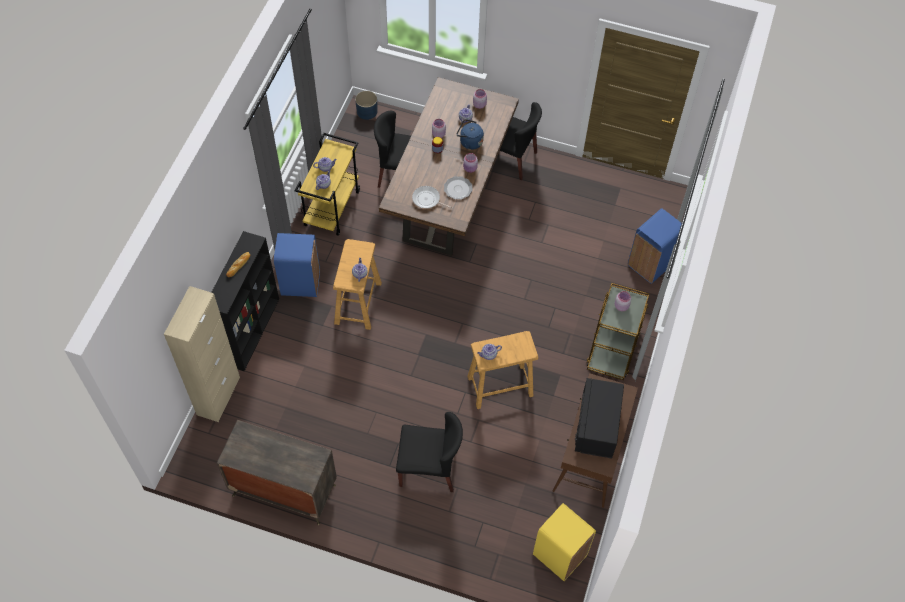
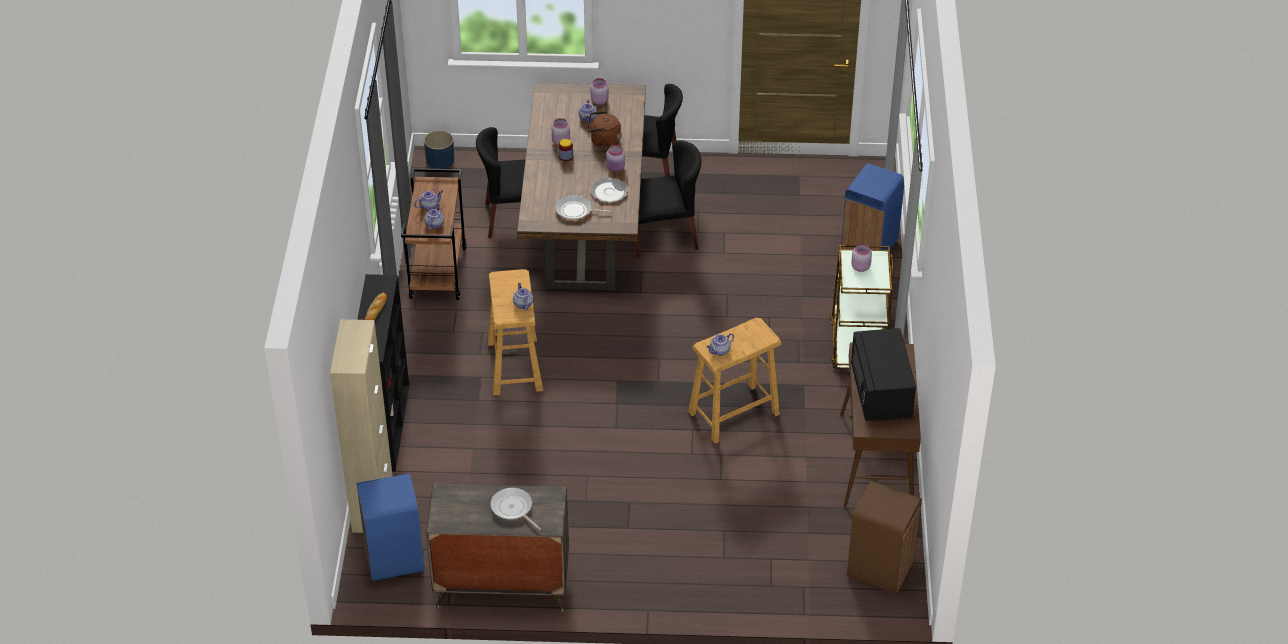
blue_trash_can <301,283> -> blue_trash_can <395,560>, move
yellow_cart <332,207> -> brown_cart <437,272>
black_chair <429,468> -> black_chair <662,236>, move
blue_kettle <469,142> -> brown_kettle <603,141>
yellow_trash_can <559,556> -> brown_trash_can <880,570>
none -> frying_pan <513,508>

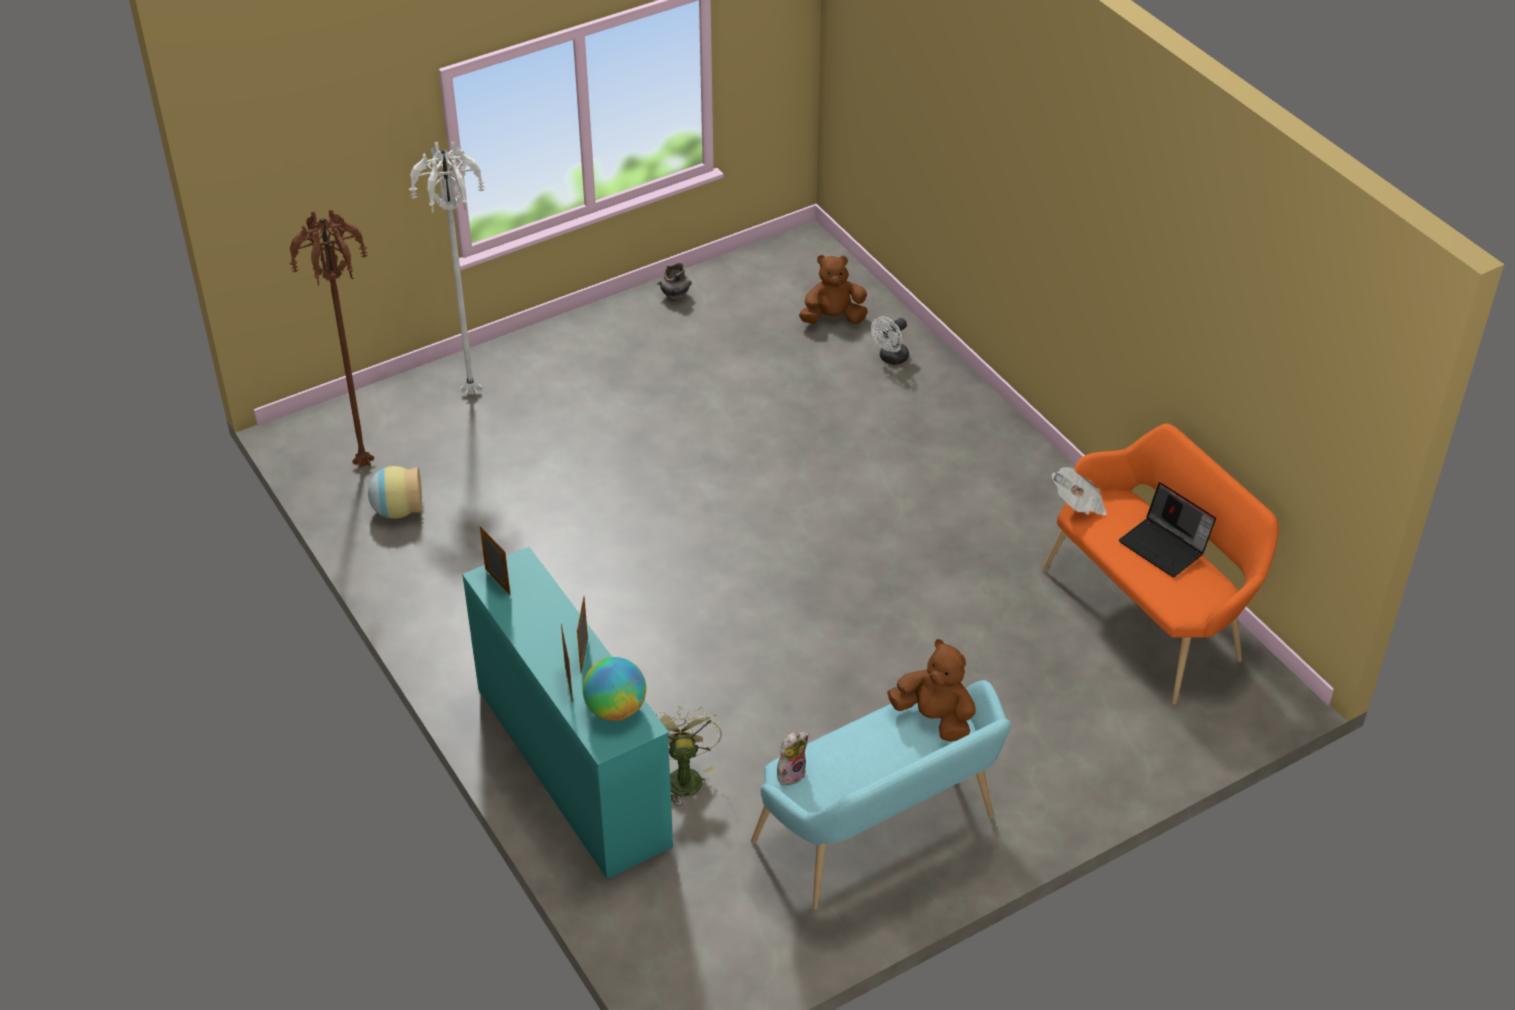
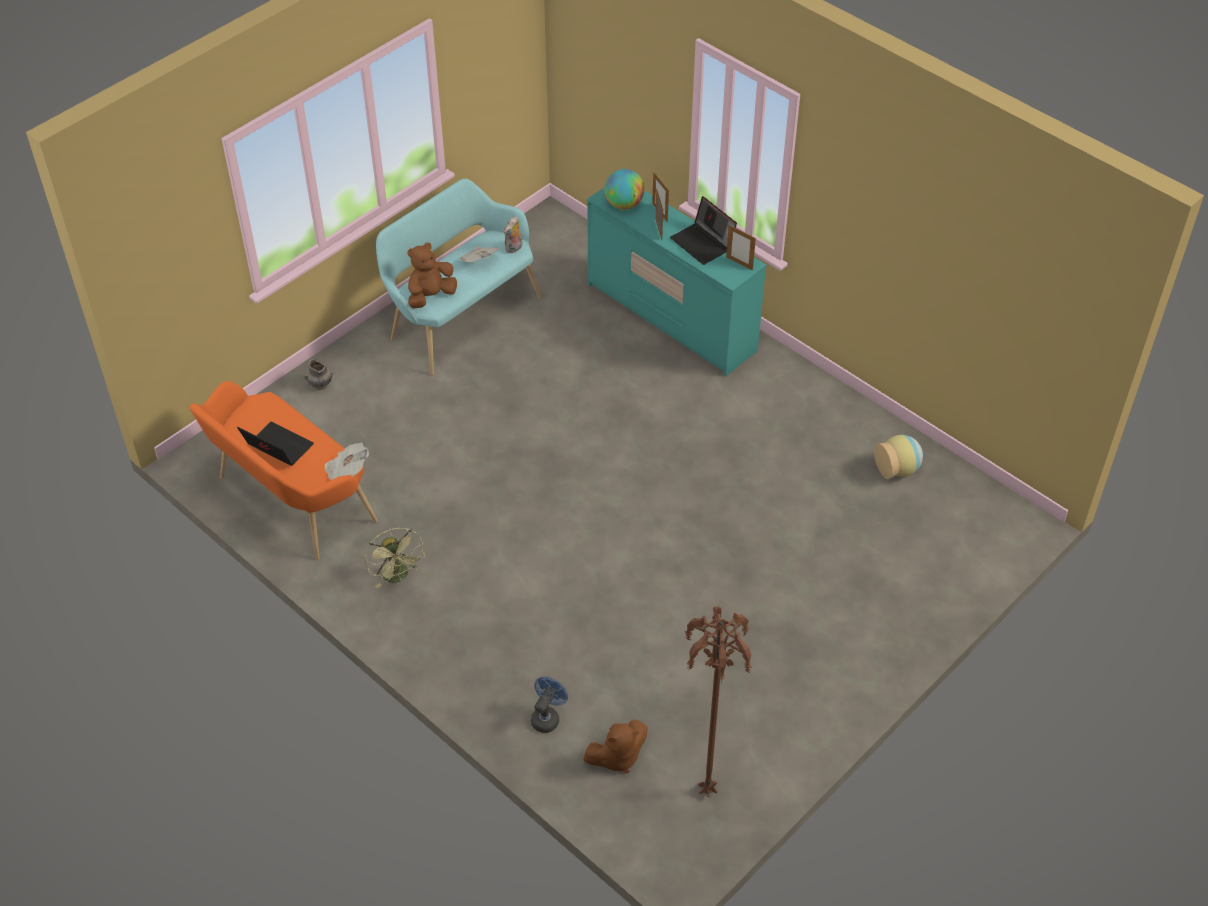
brown_floor_lamp <366,464> -> brown_floor_lamp <705,792>, move
white_floor_lamp <473,393> -> none
green_fan <681,776> -> green_fan <398,576>, move
grey_vase <674,296> -> grey_vase <321,385>, move
white_fan <890,358> -> blue_fan <547,717>
brown_plush_toy <934,718> -> brown_plush_toy <431,296>, 120 degrees clockwise
none -> newspaper <479,261>
none -> laptop <703,243>

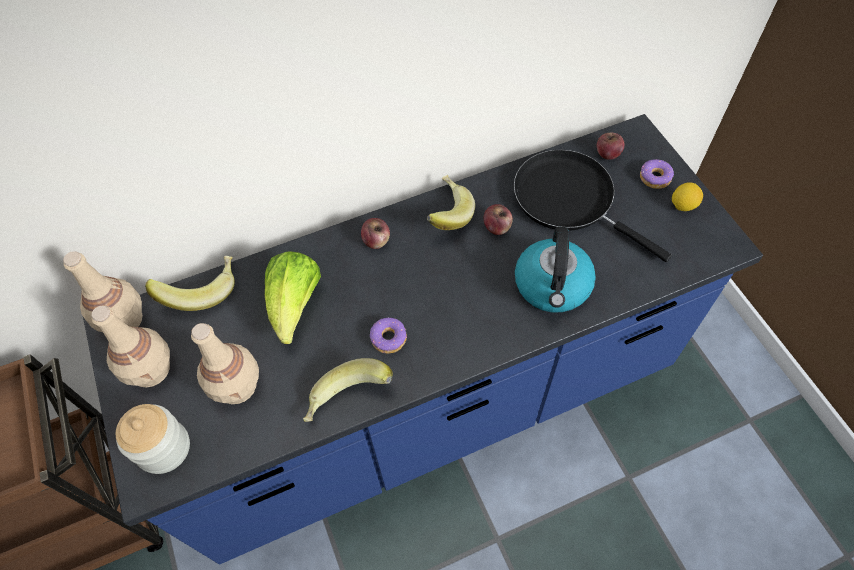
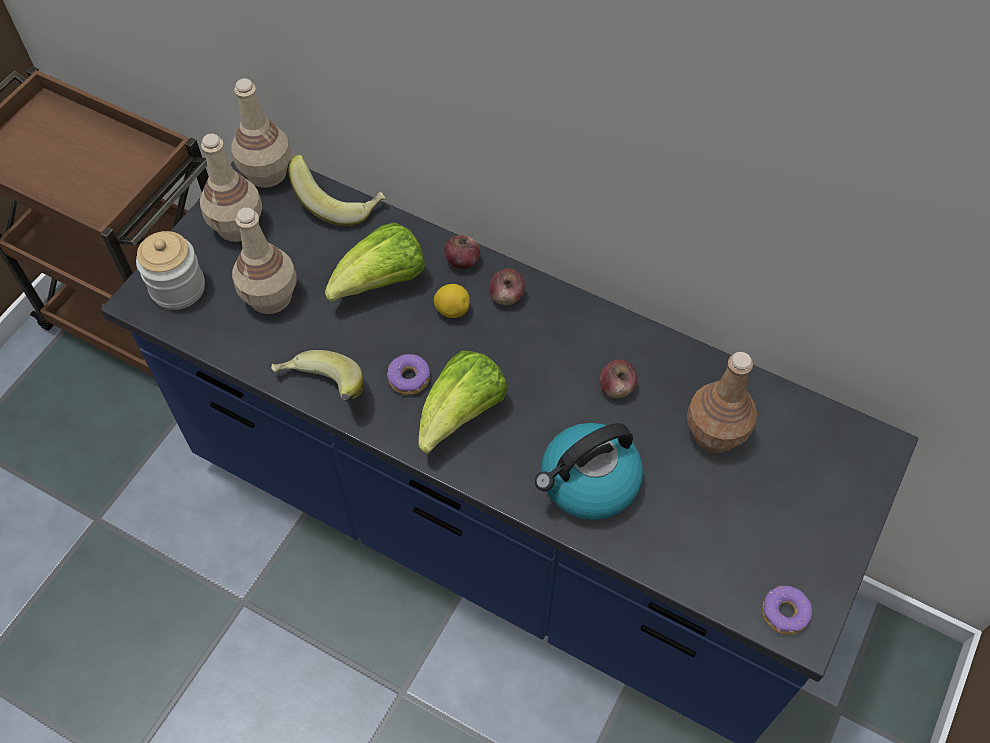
banana <445,214> -> none
black_frying_pan <569,199> -> brown_bottle <715,432>
apple <607,154> -> apple <462,261>, move
donut <655,178> -> donut <784,613>, move
lemon <683,205> -> lemon <452,310>, move
none -> lettuce <461,415>

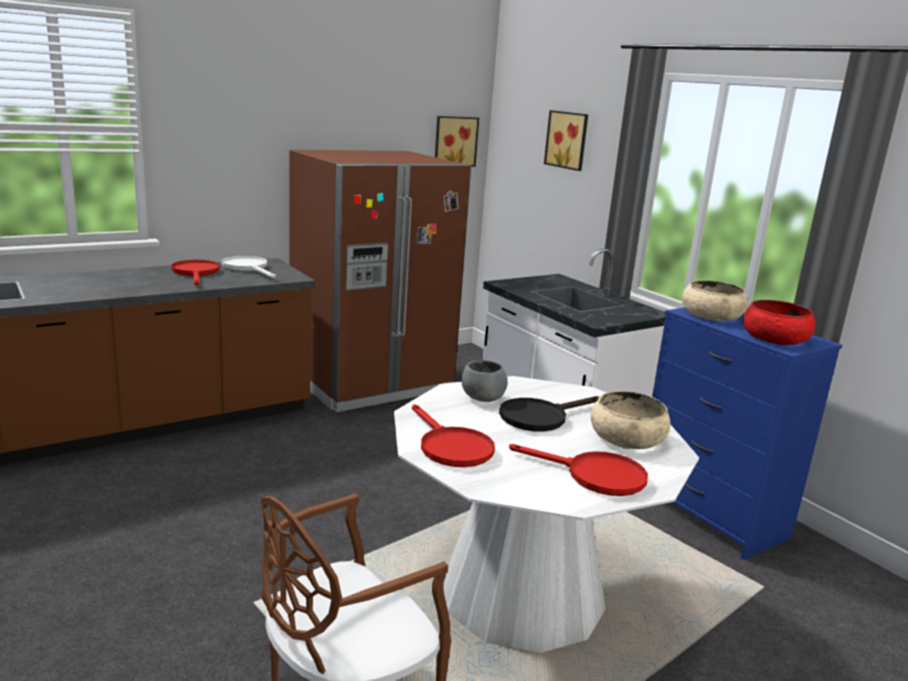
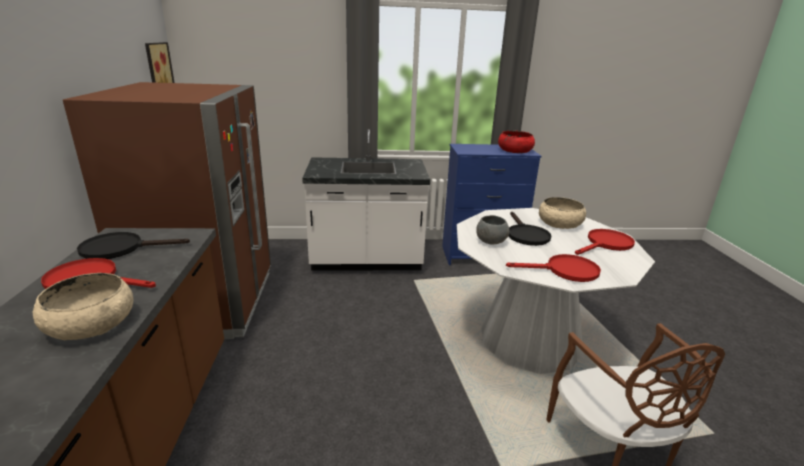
white_frying_pan <248,268> -> black_frying_pan <121,248>
picture <568,140> -> none
beige_bowl <711,316> -> beige_bowl <91,323>, move

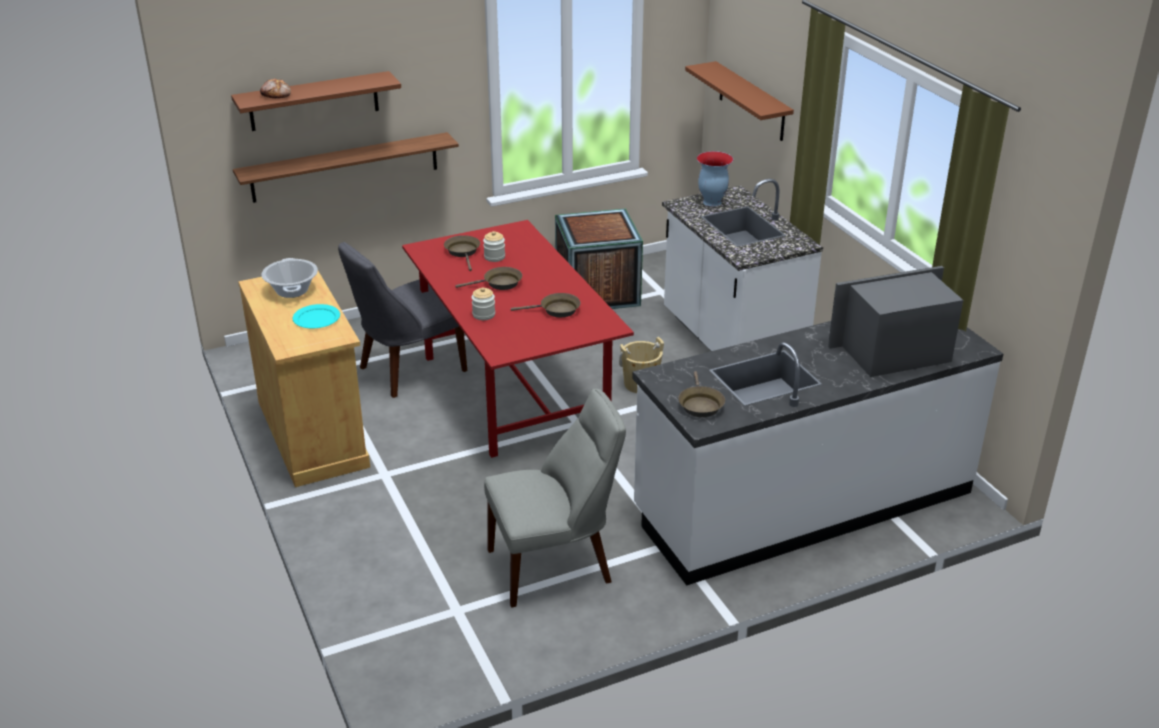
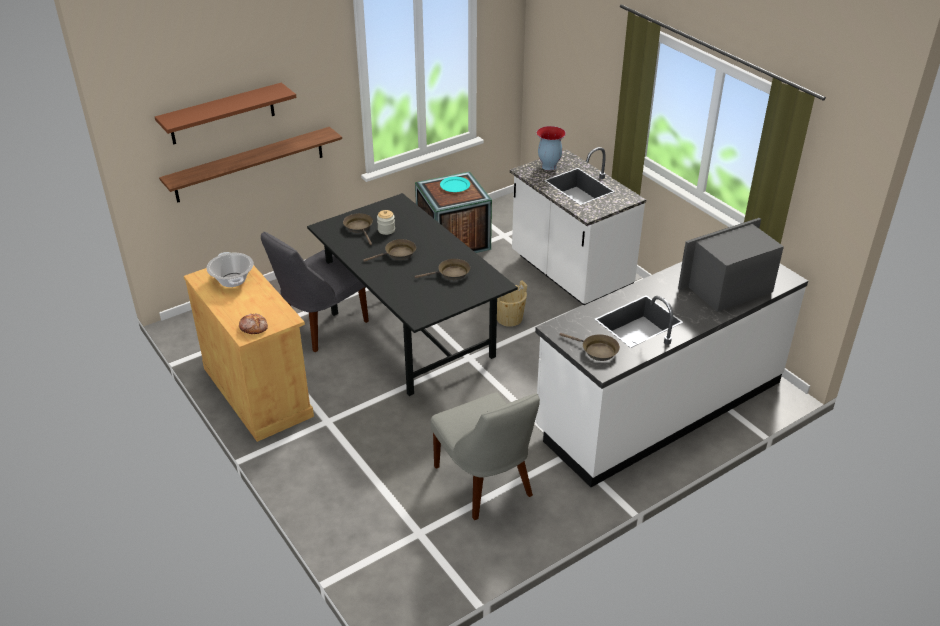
bread <276,95> -> bread <254,327>, move
turquoise_plate <316,319> -> turquoise_plate <454,186>, move
red_dining_table <516,391> -> black_dining_table <413,335>
jar <483,315> -> none
grey_chair <555,565> -> grey_chair <485,484>, 90 degrees clockwise
brown_frying_pan <700,404> -> brown_frying_pan <596,351>, 45 degrees counterclockwise
brown_shelf <751,101> -> none

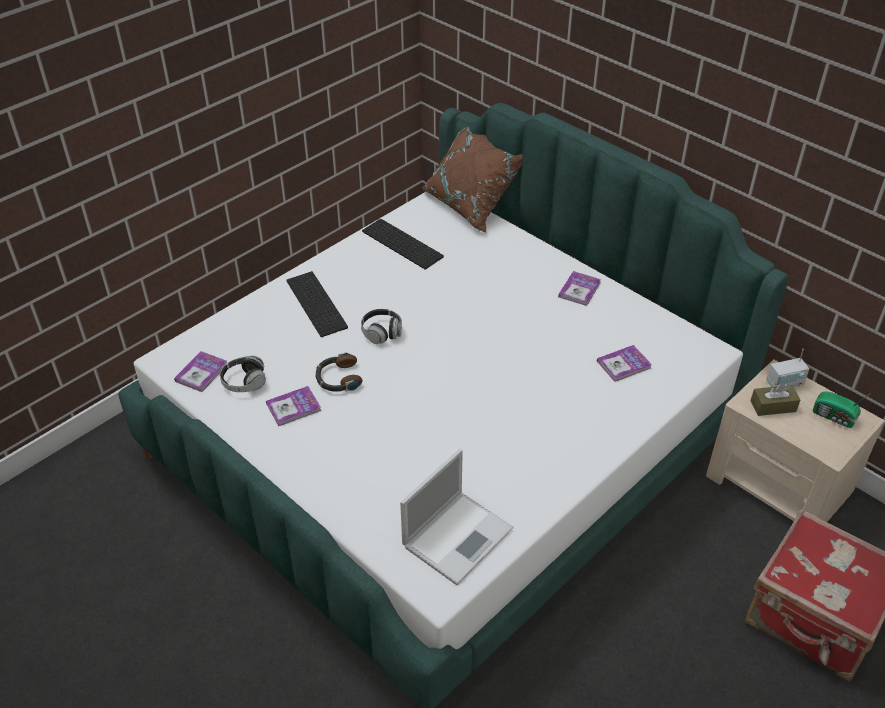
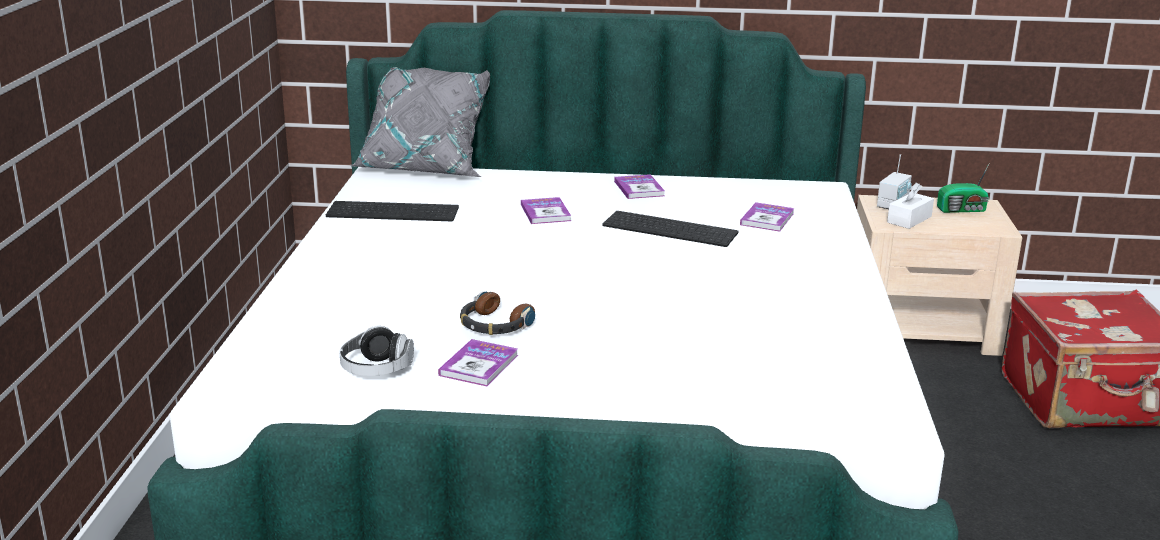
book <201,372> -> book <545,212>, move
keyboard <318,304> -> keyboard <672,229>, move
headphones <382,332> -> none
laptop <458,536> -> none
brown_pillow <472,204> -> grey_pillow <426,167>
brown_tissue_box <773,406> -> white_tissue_box <909,219>

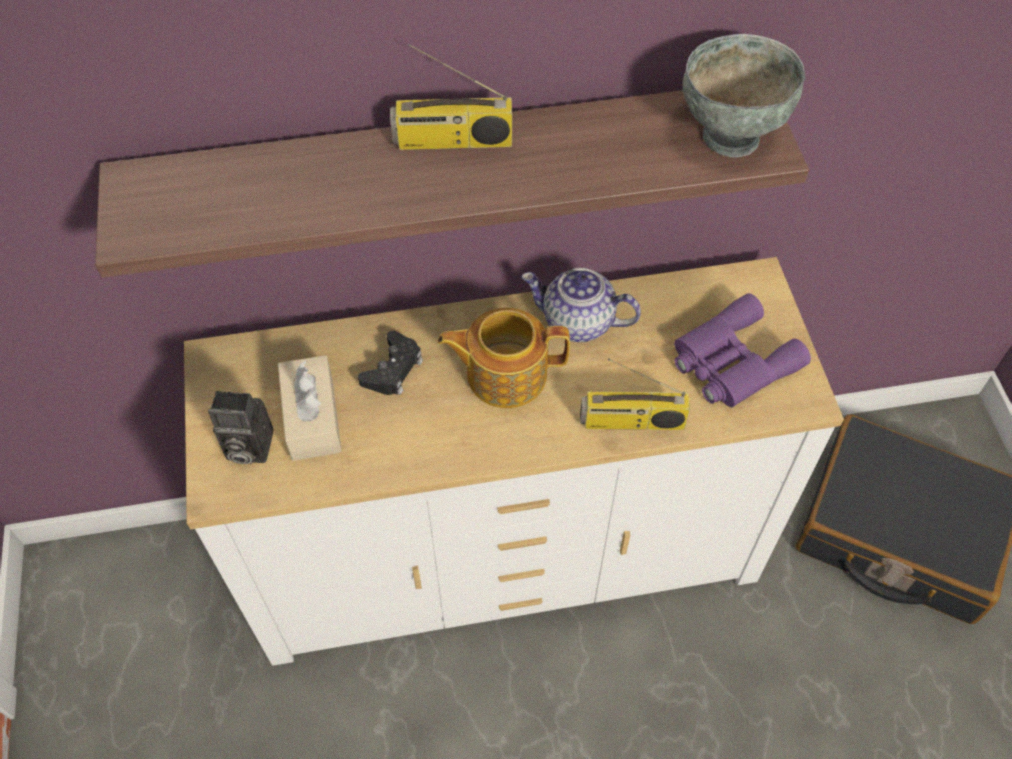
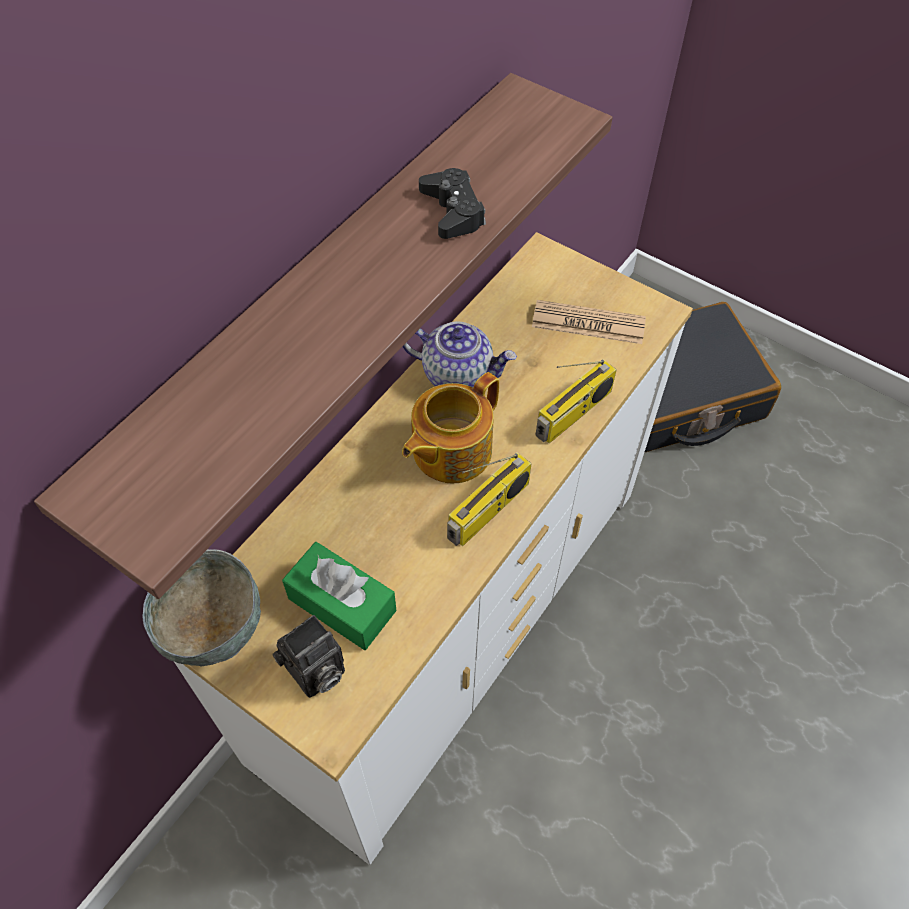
beige_tissue_box <312,418> -> green_tissue_box <342,604>
black_game_controller <393,369> -> black_game_controller <453,211>, move
radio <452,142> -> radio <488,511>, move
teapot <577,322> -> teapot <458,374>, 135 degrees counterclockwise
purple_binoculars <731,362> -> newspaper <588,323>
grey_bowl <730,135> -> grey_bowl <216,635>, move

